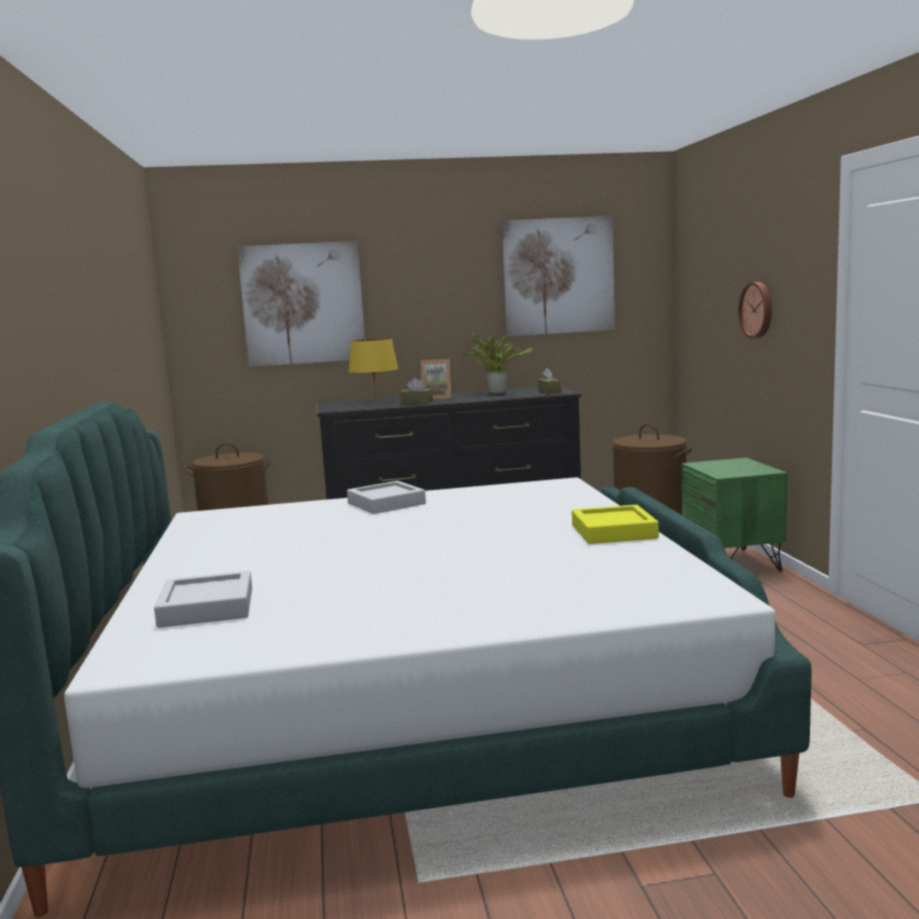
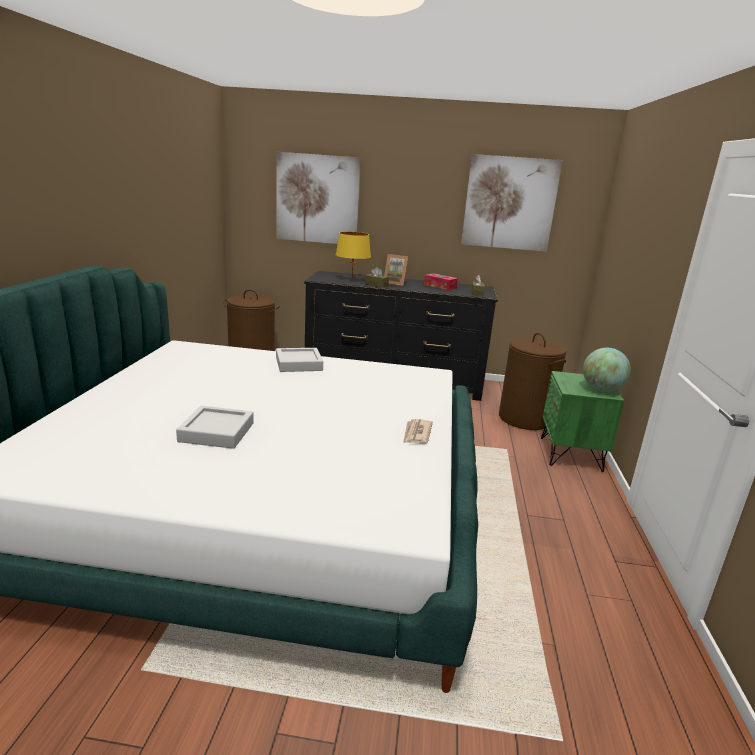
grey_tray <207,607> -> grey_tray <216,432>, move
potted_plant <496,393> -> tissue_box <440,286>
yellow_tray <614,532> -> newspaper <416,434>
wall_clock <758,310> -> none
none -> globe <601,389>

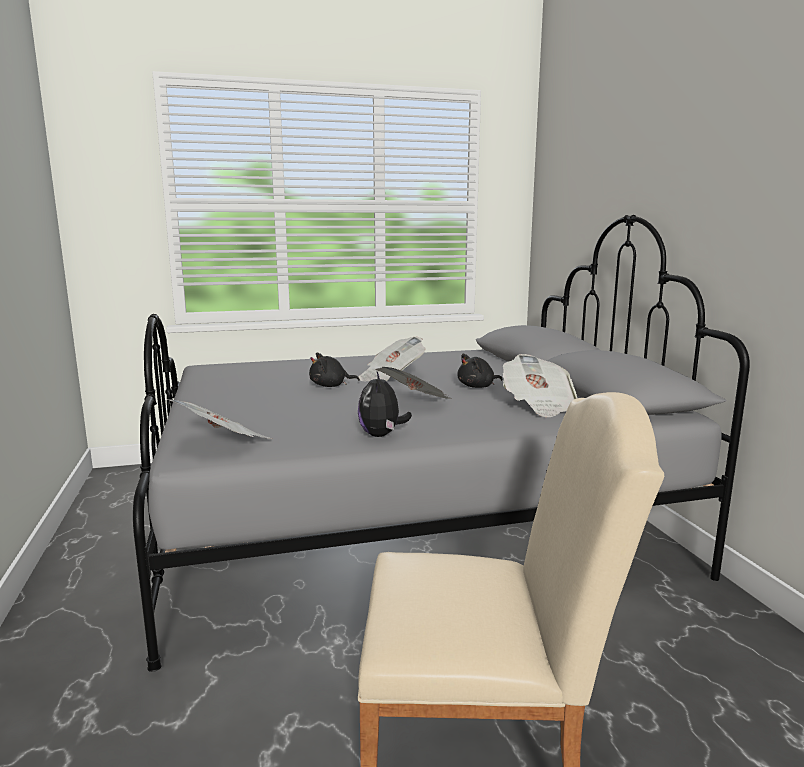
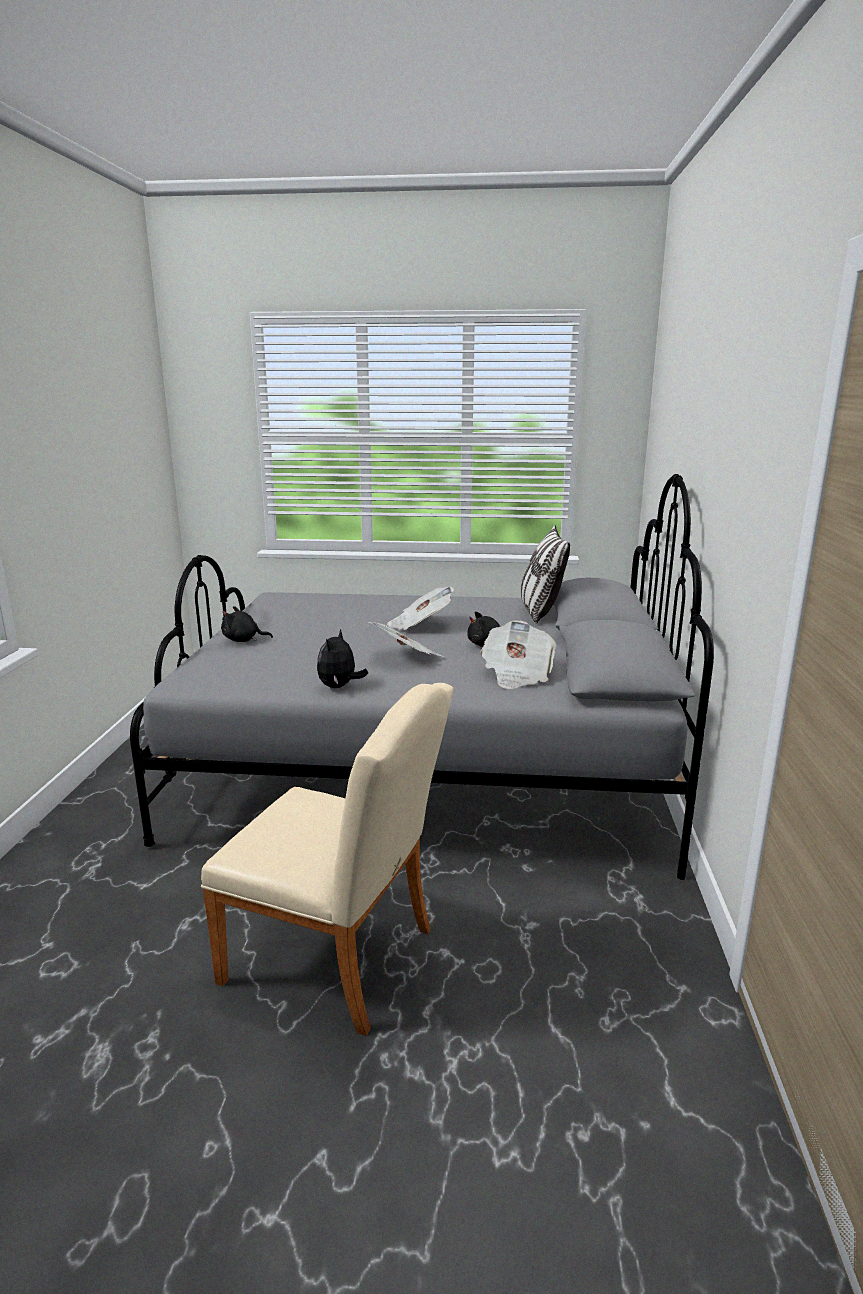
newspaper <223,444> -> none
black_plush_toy <330,386> -> black_plush_toy <243,640>, move
none -> pillow <540,612>

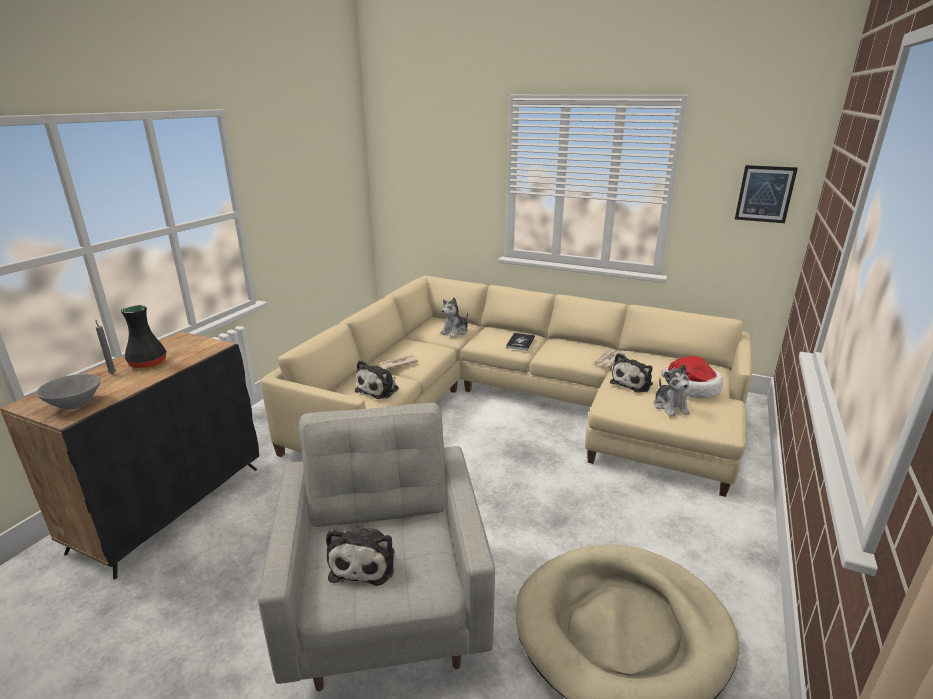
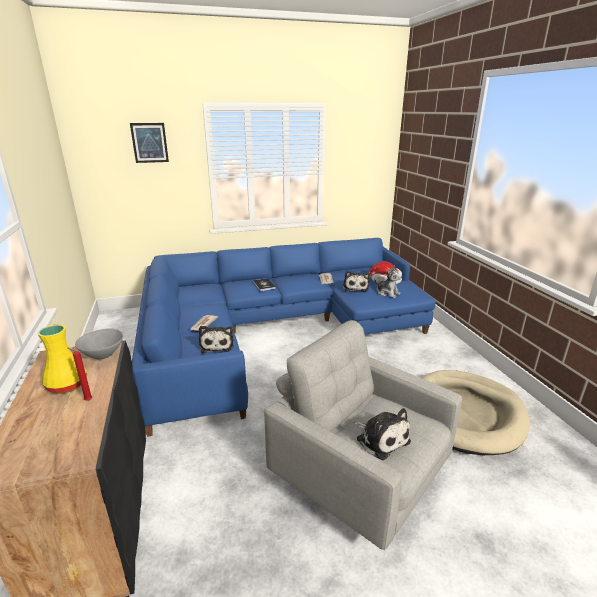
grey_bowl <75,404> -> grey_bowl <103,354>, move
grey_candle <112,373> -> none
black_vase <148,363> -> yellow_vase <66,385>
beige_sofa <515,405> -> blue_sofa <274,329>
plush_toy <455,332> -> none
picture <765,194> -> picture <149,143>, move
none -> red_candle <87,400>

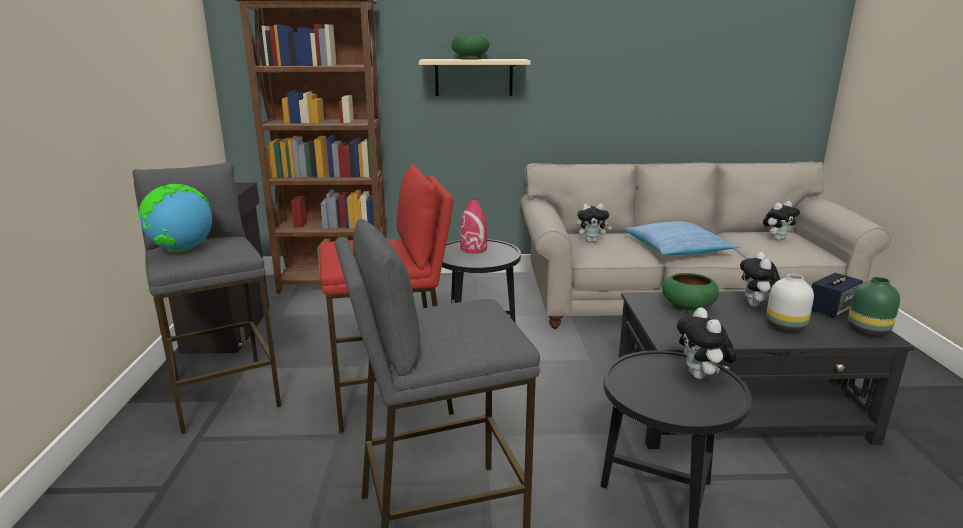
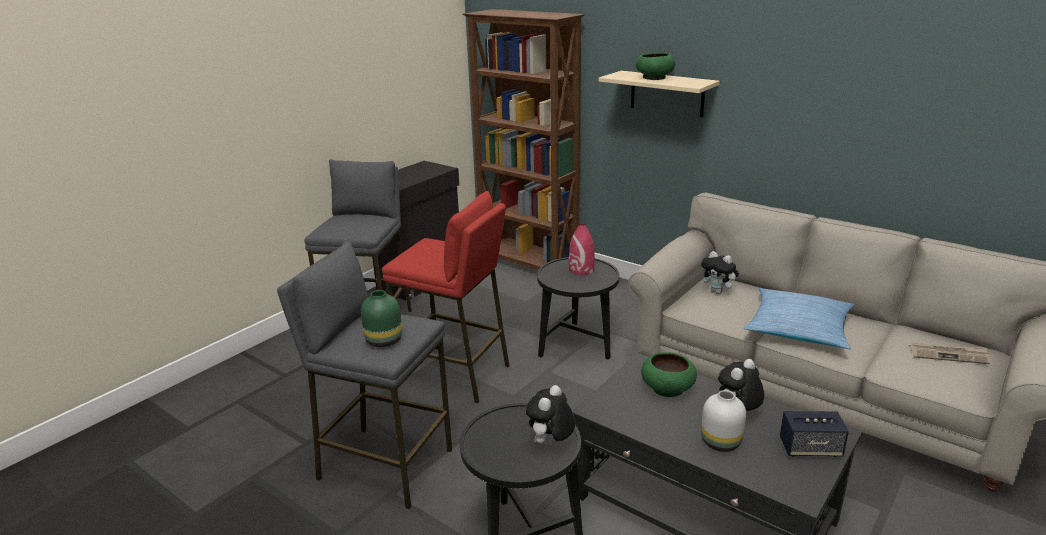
globe <181,250> -> none
plush_toy <777,238> -> newspaper <948,355>
green_vase <868,330> -> green_vase <385,341>, move

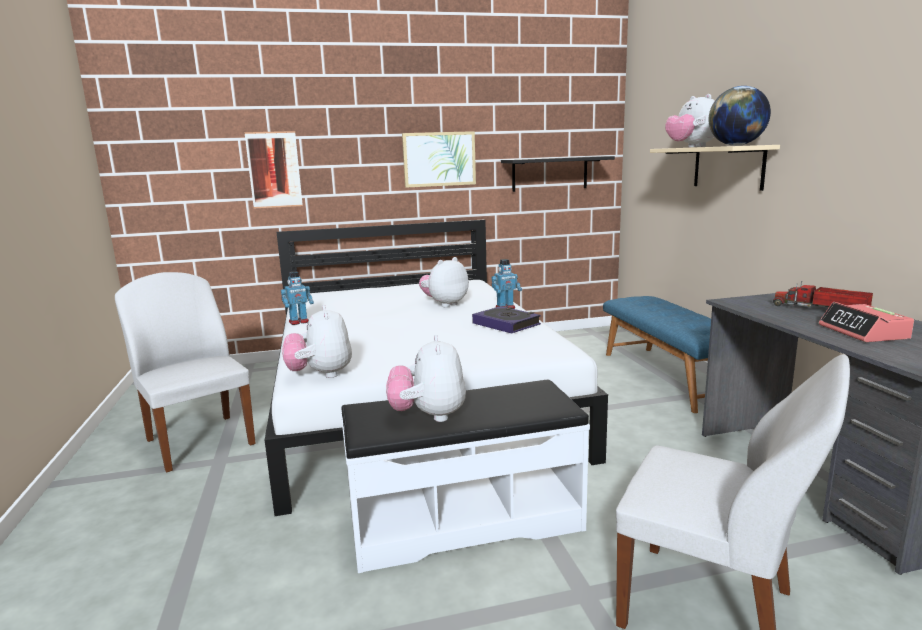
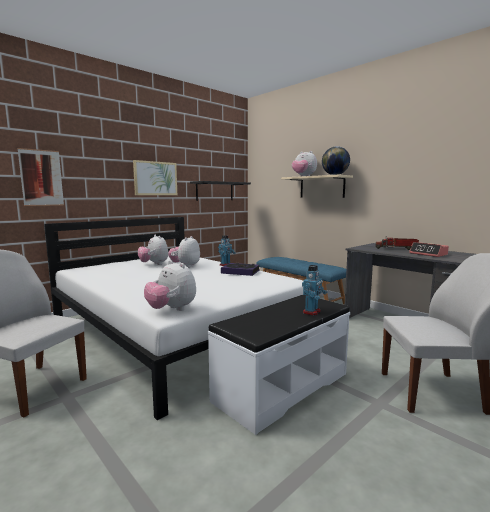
toy_robot <299,322> -> toy_robot <312,312>, move
plush_toy <429,416> -> plush_toy <154,264>, move

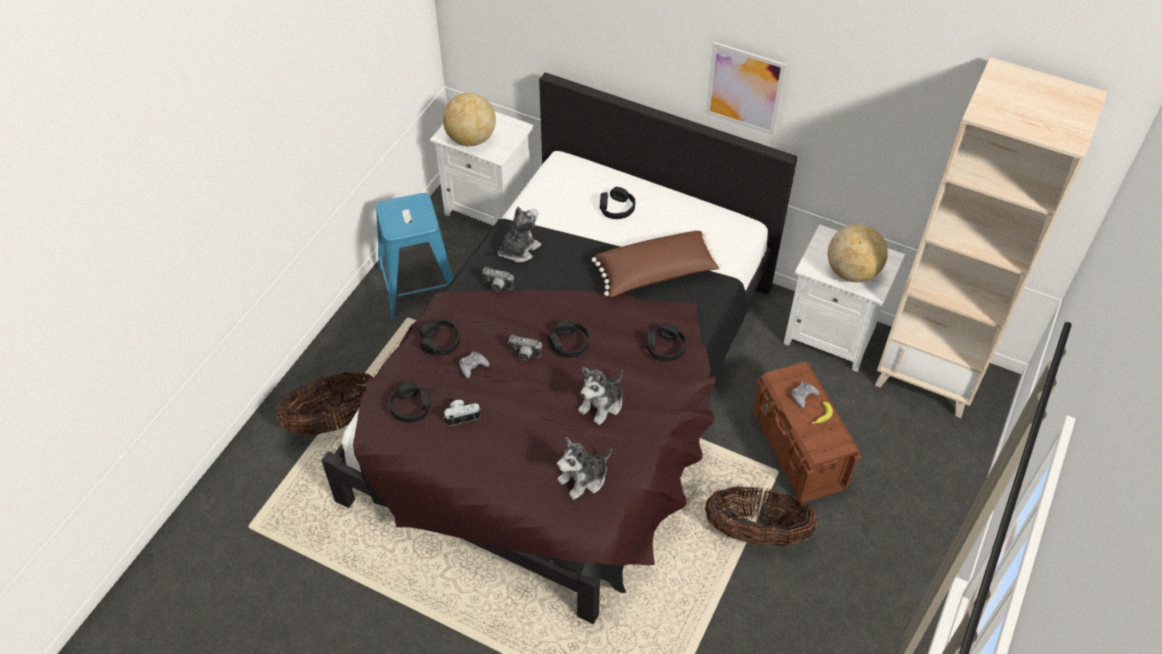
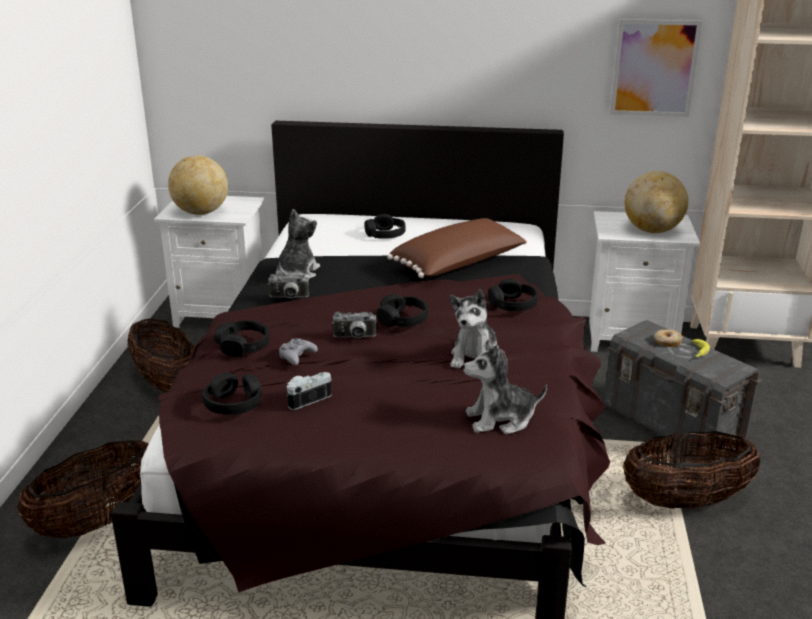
blue_stool <419,287> -> basket <167,384>
plush_toy <583,478> -> plush_toy <500,419>, 45 degrees clockwise
picture <744,88> -> picture <654,68>, move
brown_storage_box <798,452> -> grey_storage_box <672,424>
grey_game_controller <803,396> -> donut <667,342>

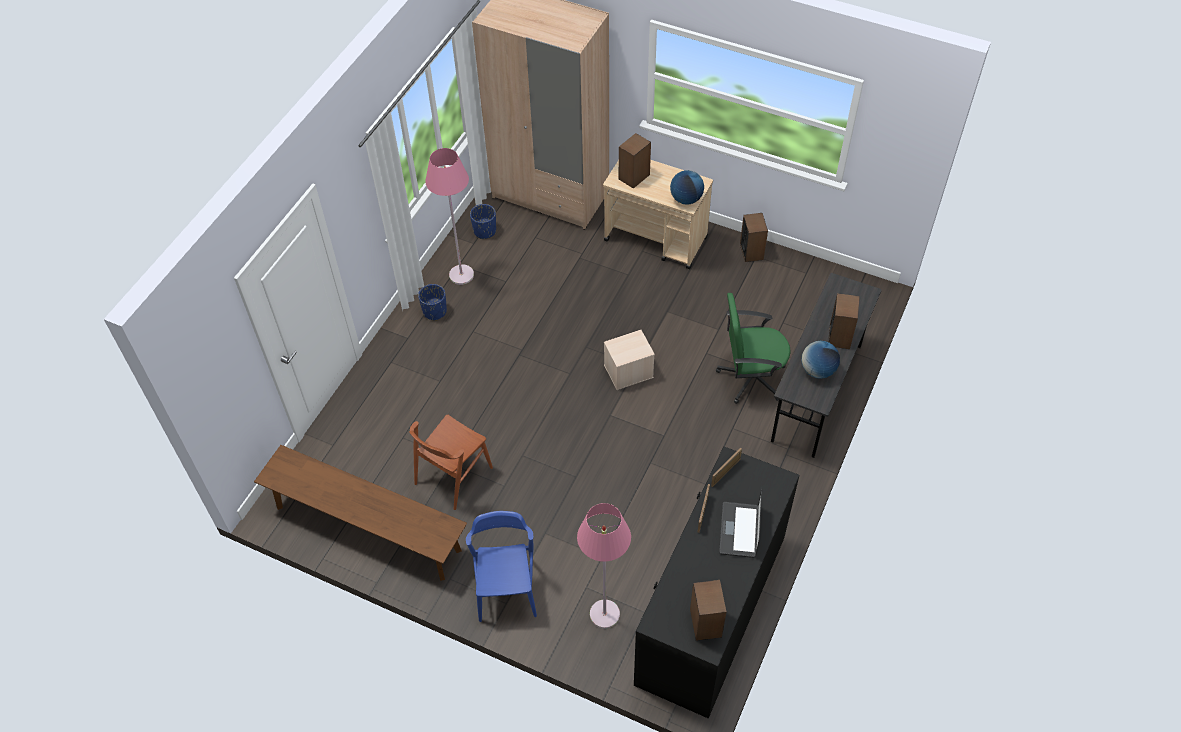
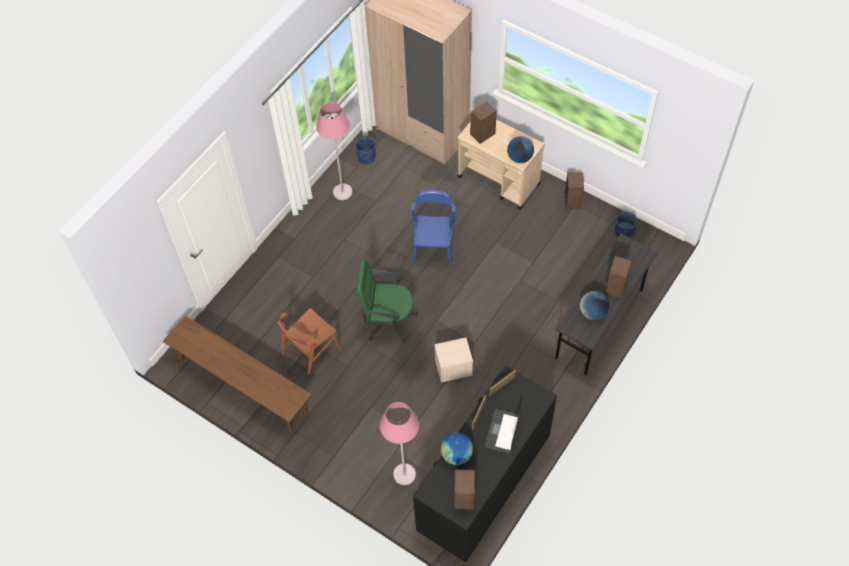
blue_planter <434,311> -> blue_planter <623,231>, move
blue_chair <506,589> -> blue_chair <433,248>, move
beige_storage_box <628,372> -> beige_storage_box <453,367>, move
green_office_chair <750,377> -> green_office_chair <388,320>, move
none -> globe <457,455>

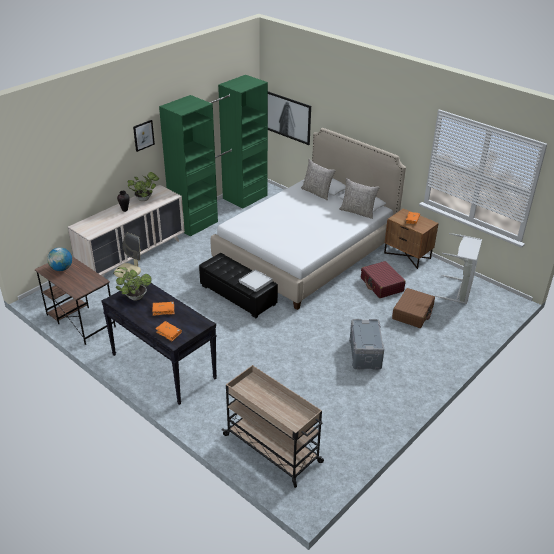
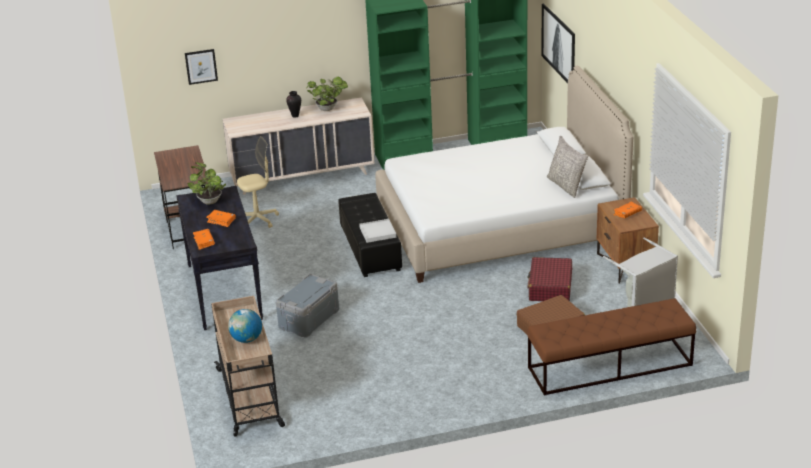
globe <61,269> -> globe <246,339>, move
picture <143,135> -> picture <201,66>, move
grey_pillow <317,192> -> none
grey_storage_box <364,354> -> grey_storage_box <308,319>, move
none -> brown_bench <609,366>

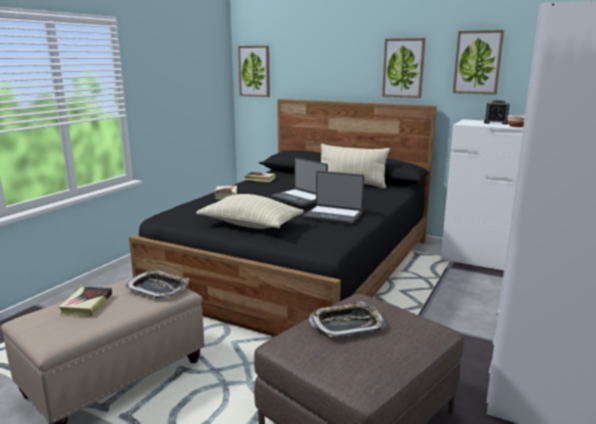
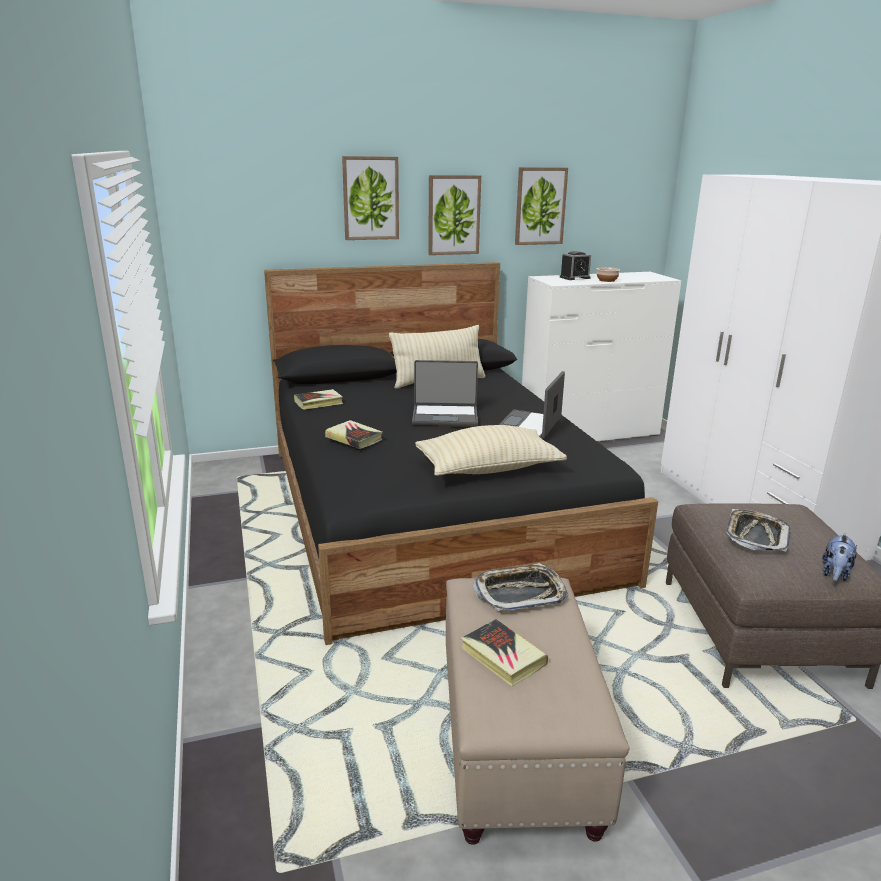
picture <254,71> -> picture <370,198>, move
laptop <333,216> -> laptop <529,427>, 135 degrees clockwise
none -> plush_toy <835,574>

